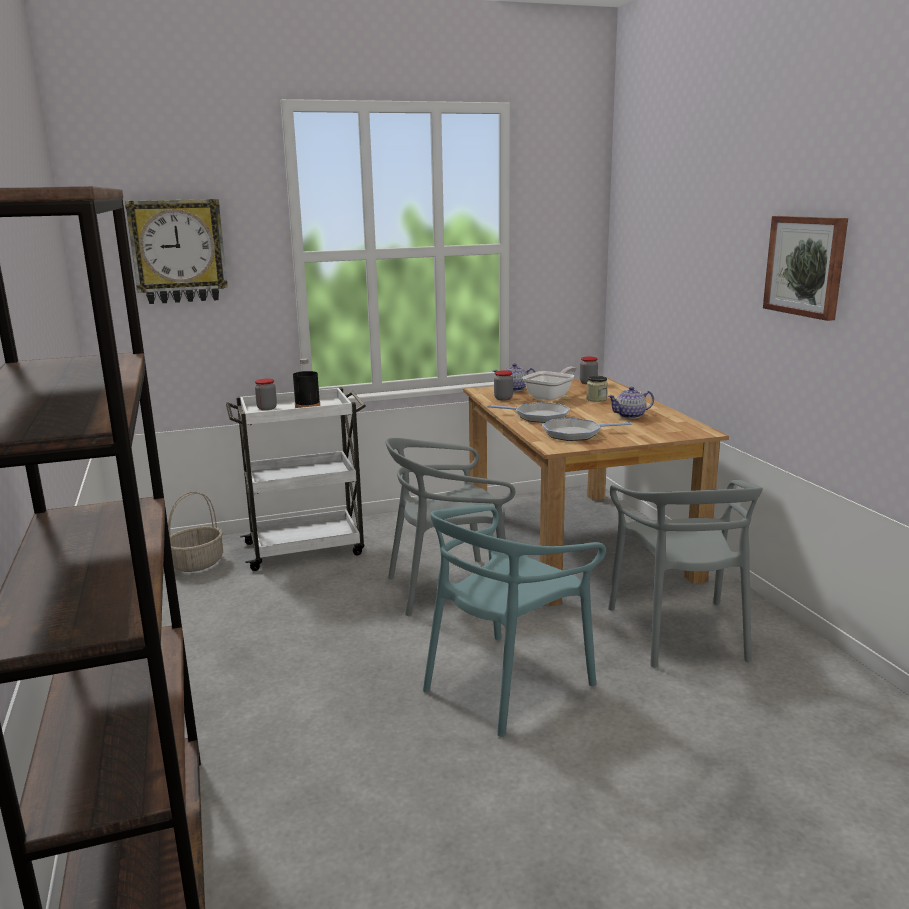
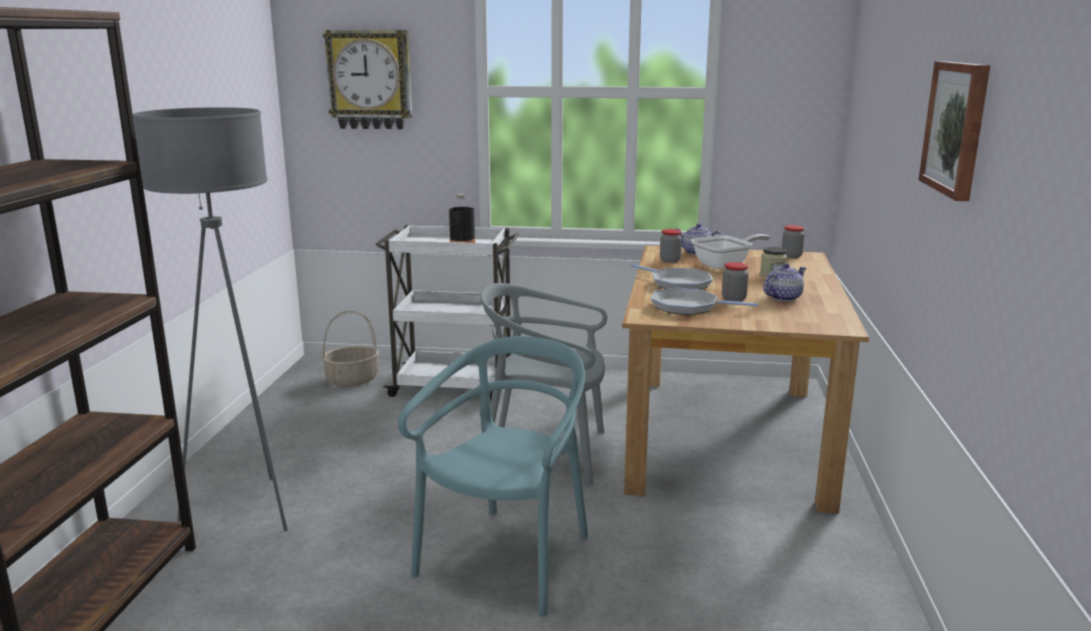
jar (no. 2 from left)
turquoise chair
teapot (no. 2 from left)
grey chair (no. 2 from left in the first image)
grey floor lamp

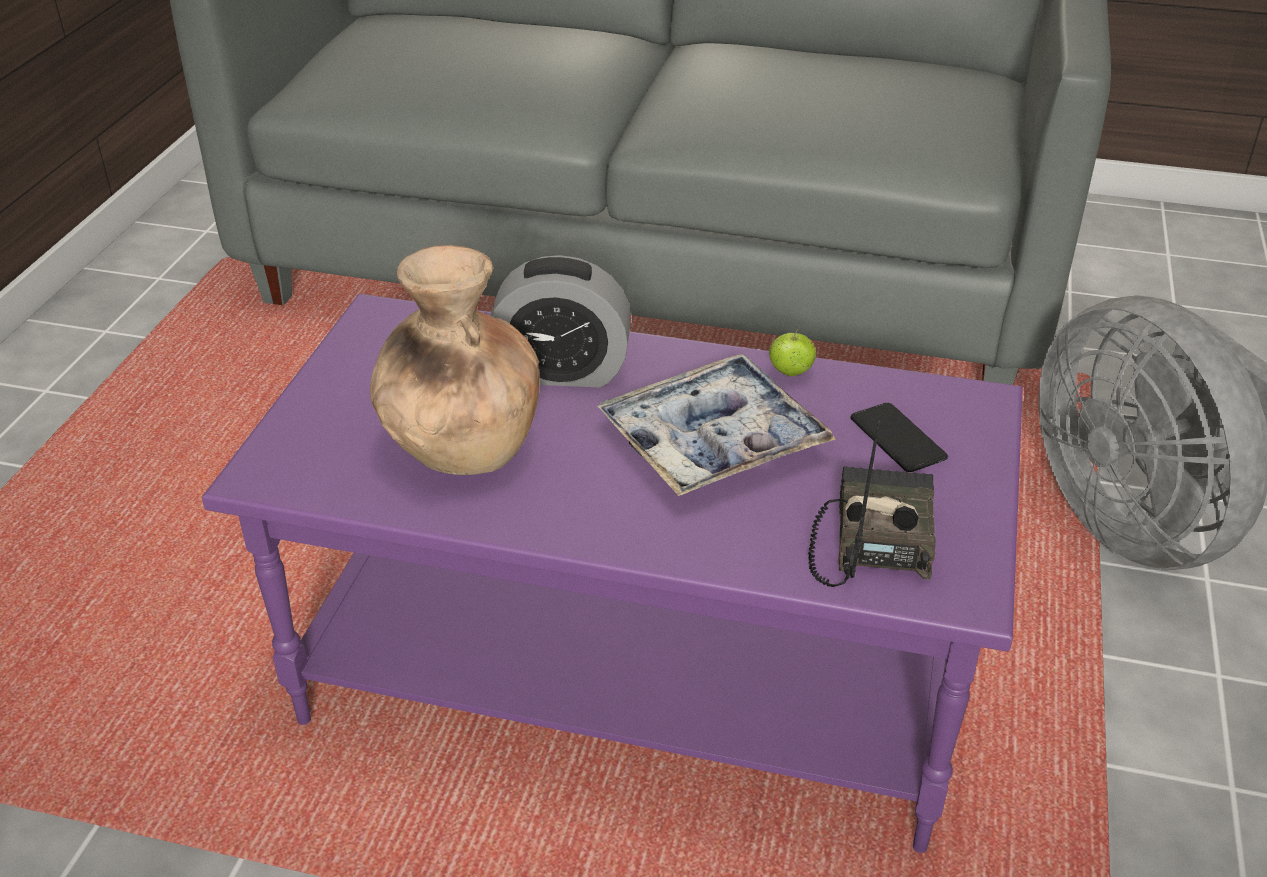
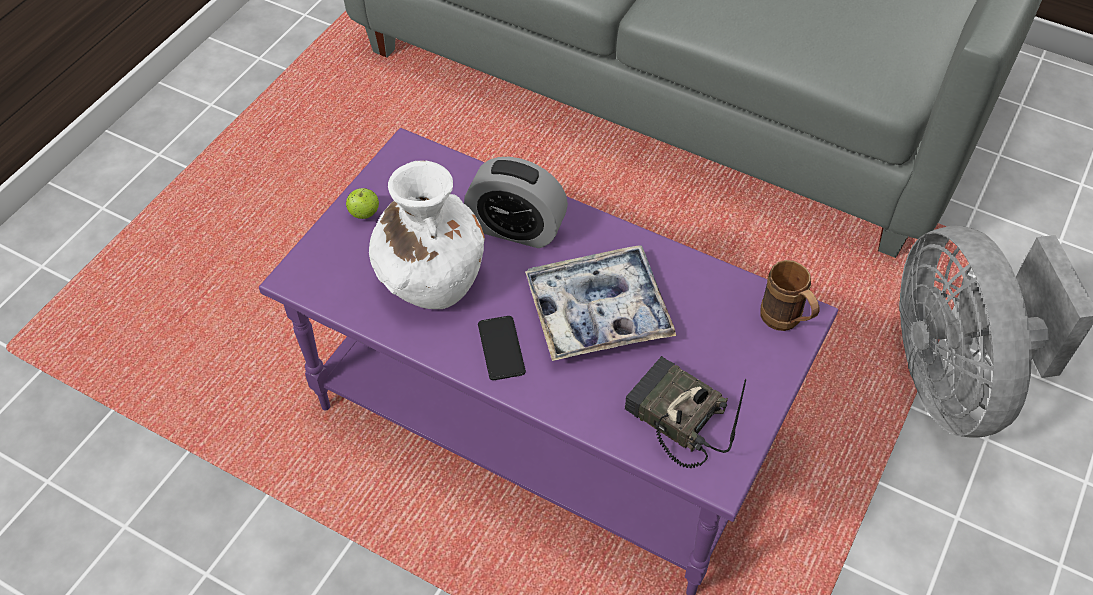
white vase
apple
radio
phone
brown mug

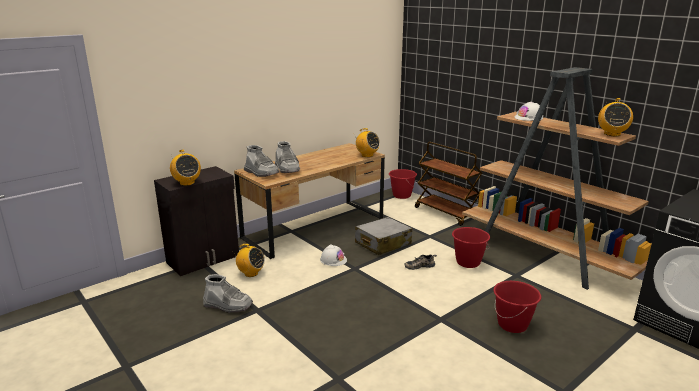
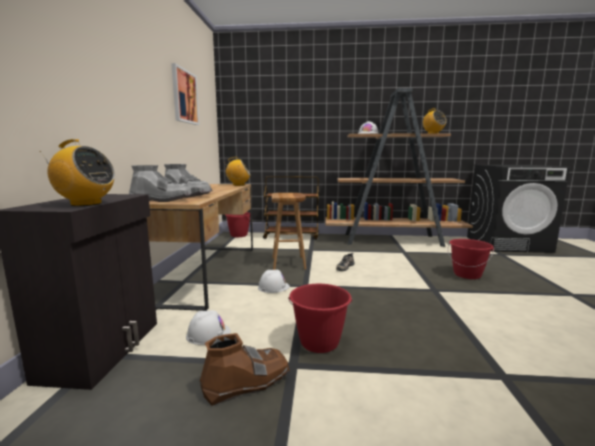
brown boot
white hard hat (no. 1 from left)
brown stool
red bucket (no. 2 from left)
picture

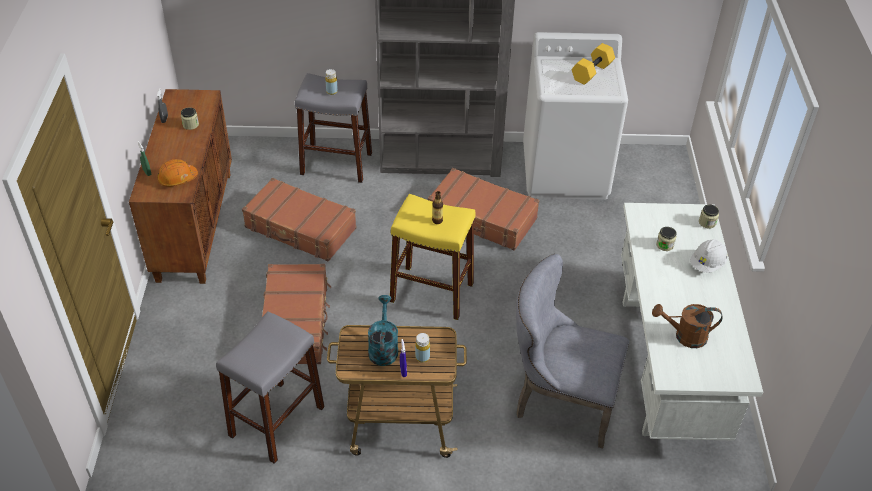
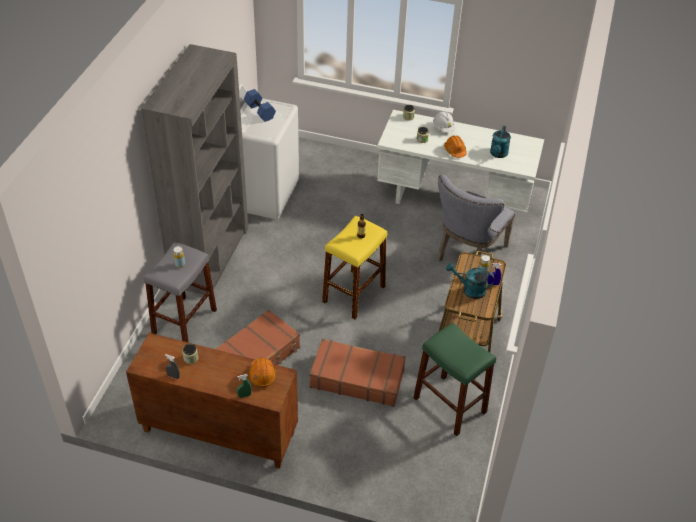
green stool
brown suitcase (no. 3 from left in the first image)
blue dumbbell
turquoise watering can (no. 2 from left)
orange hard hat (no. 2 from left)

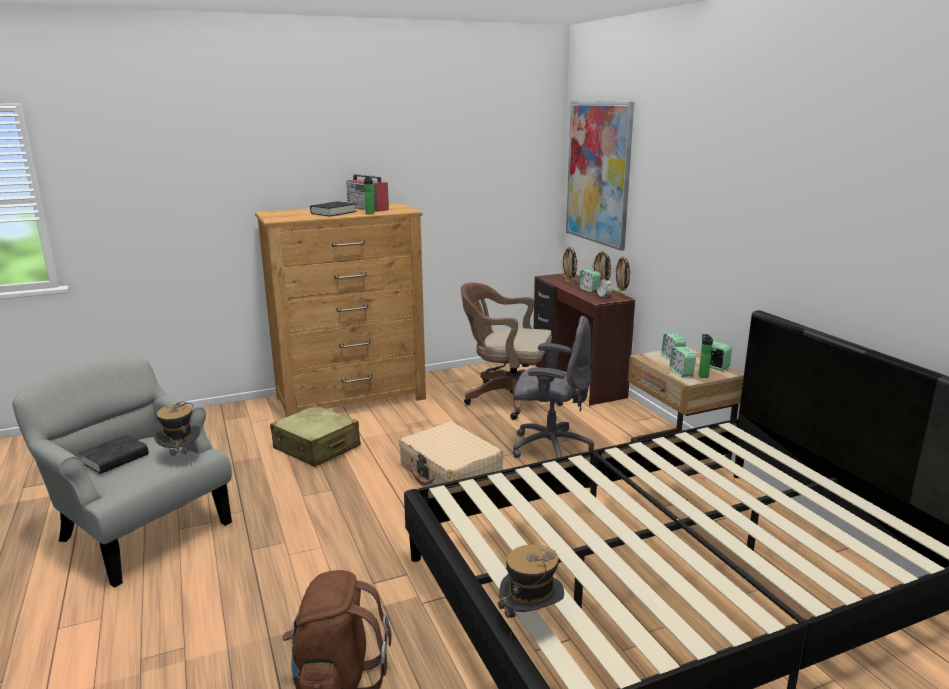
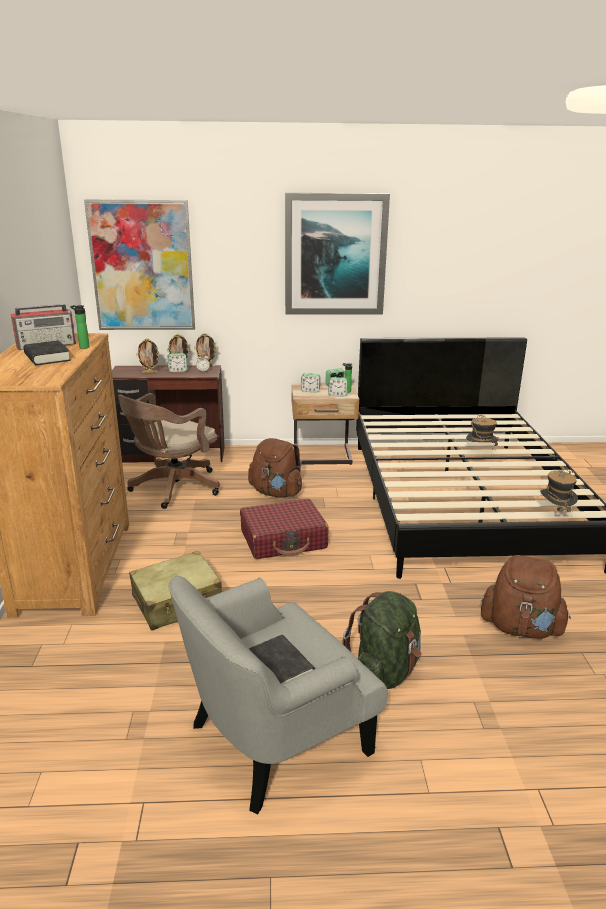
hat (no. 1 from left)
red suitcase
brown backpack (no. 1 from left)
picture (no. 2 from left)
green backpack

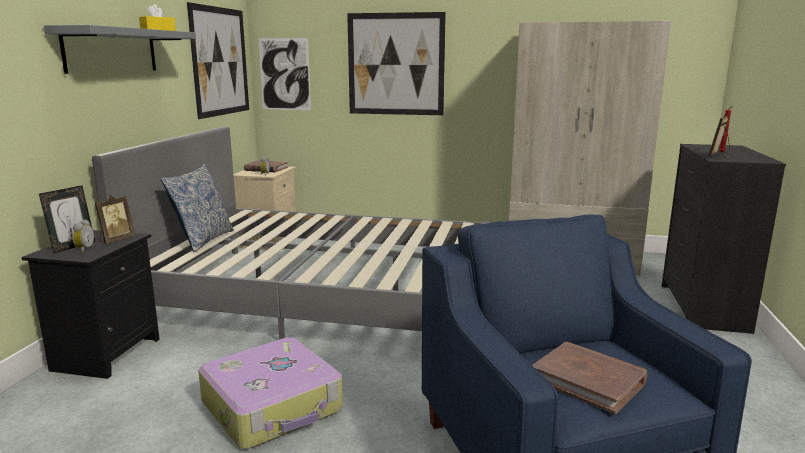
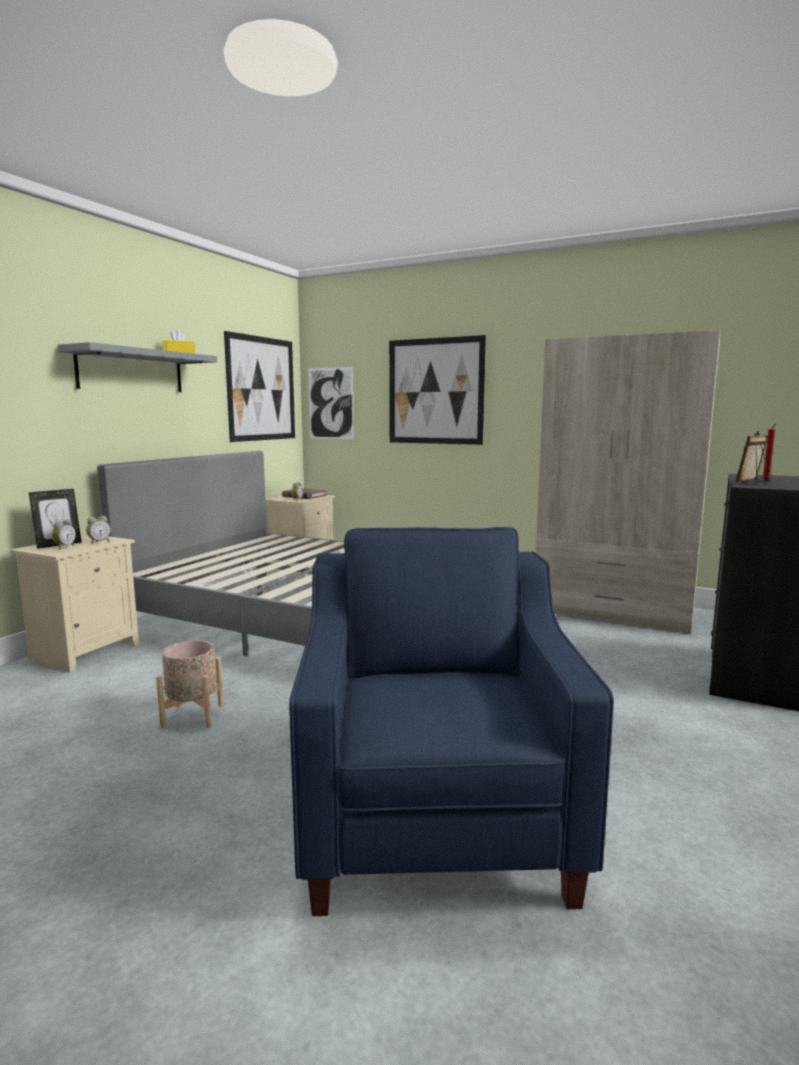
beige nightstand (no. 1 from left)
alarm clock (no. 2 from left)
pillow
beige planter
brown book (no. 2 from left in the first image)

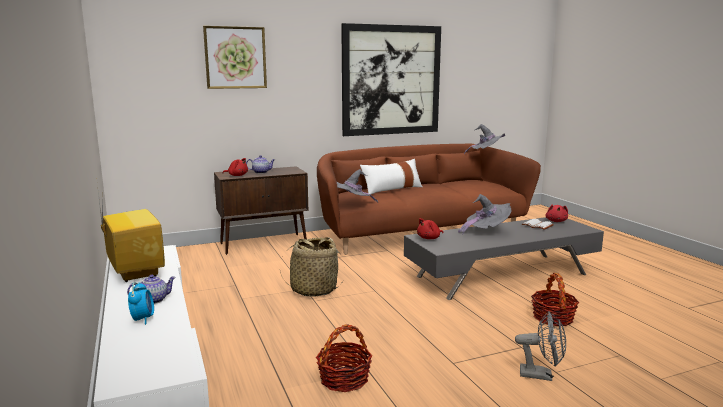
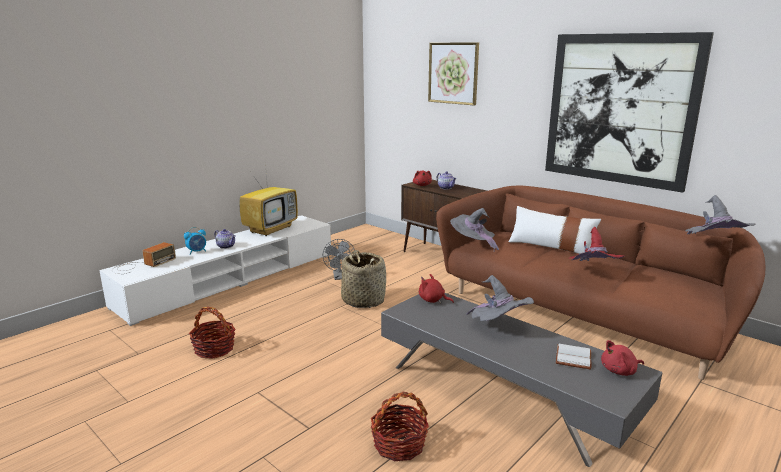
grey fan
radio
red hat

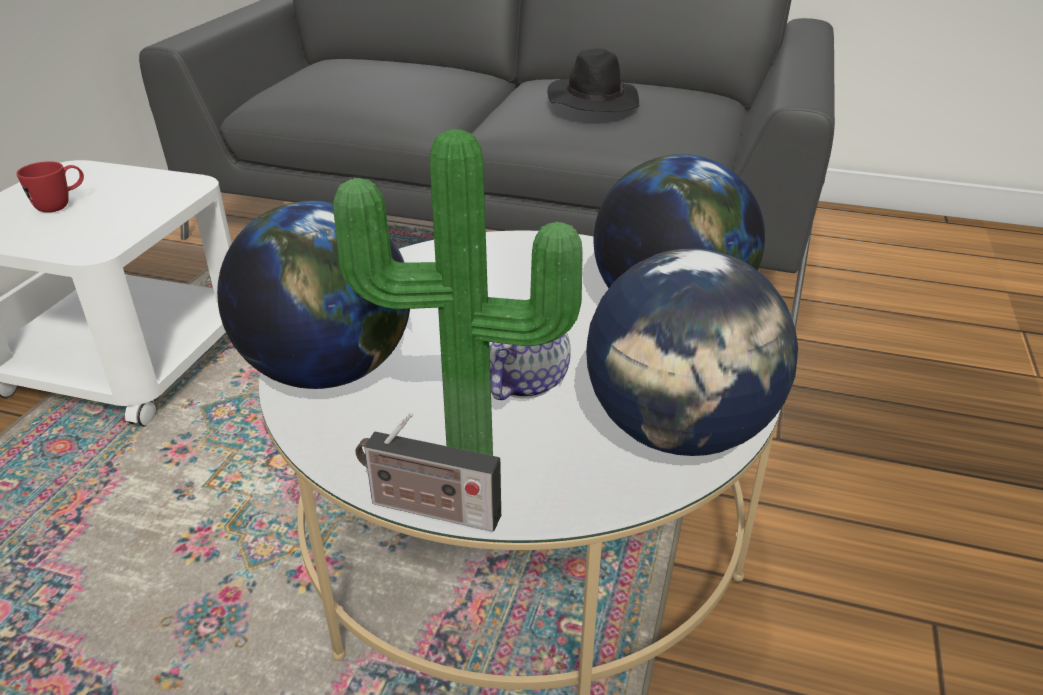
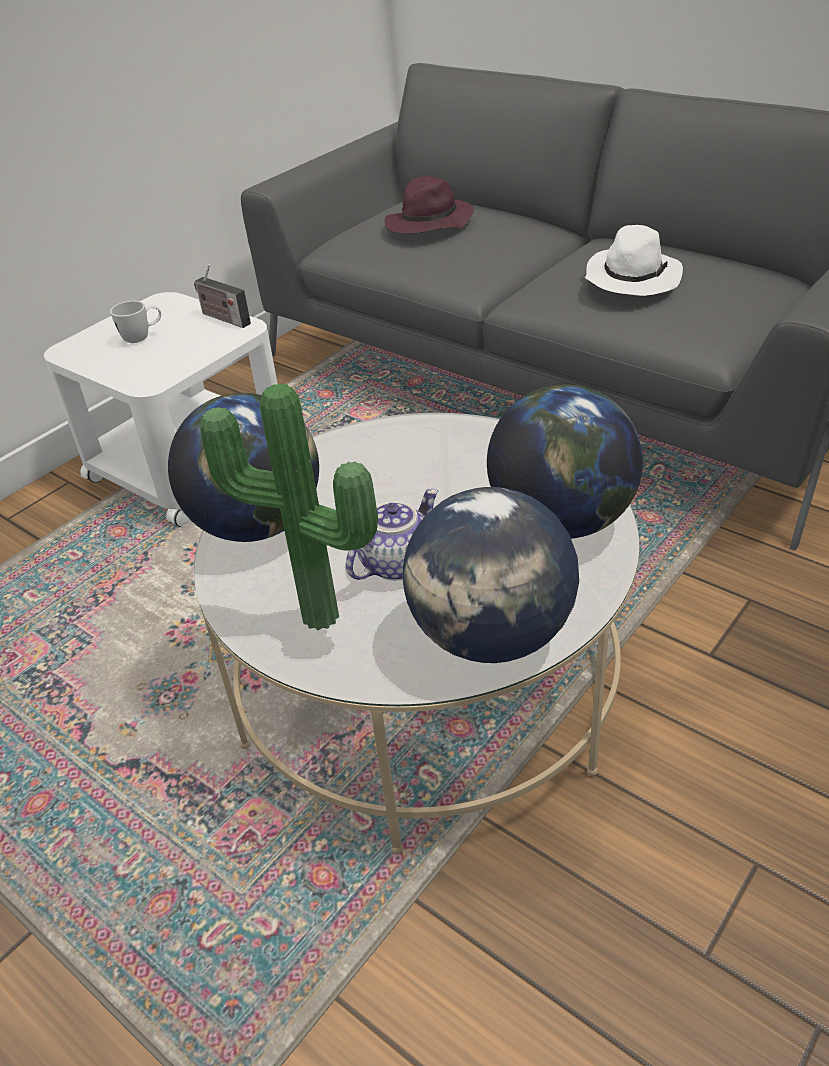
white mug
radio
white hat
purple hat

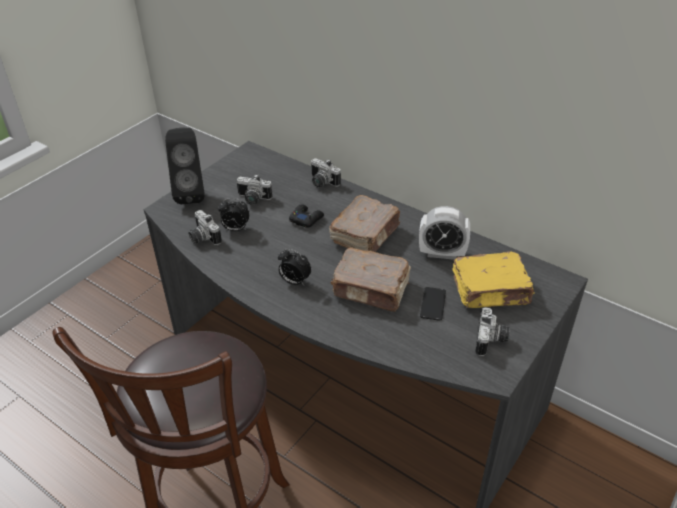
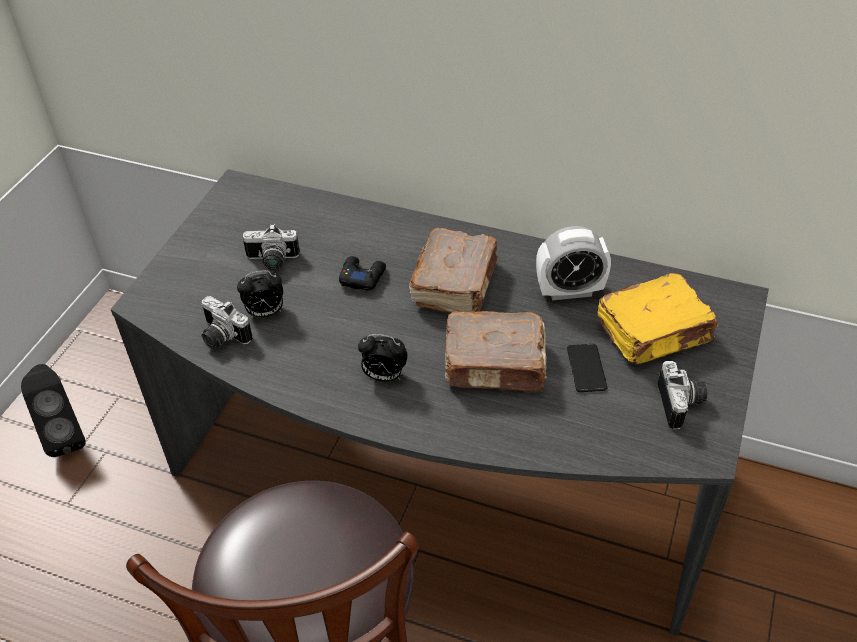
black speaker
photo camera (no. 3 from left in the first image)

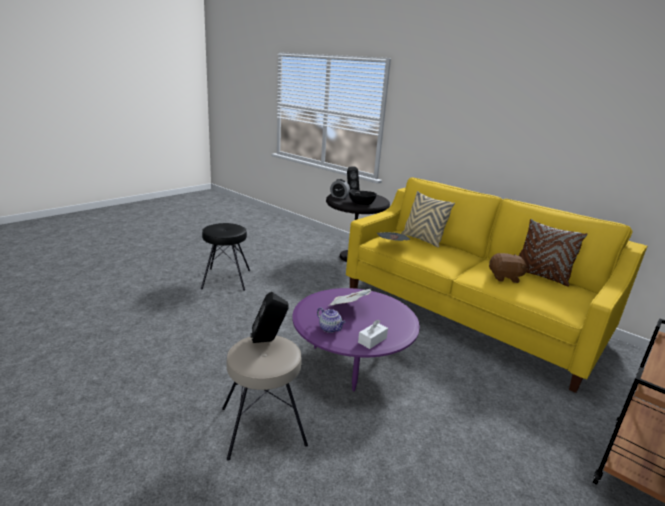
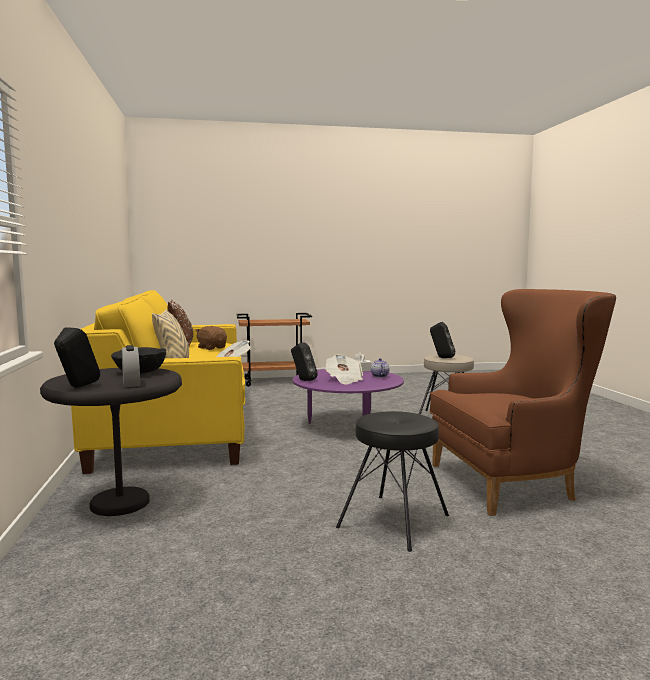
black speaker (no. 2 from left)
brown armchair

